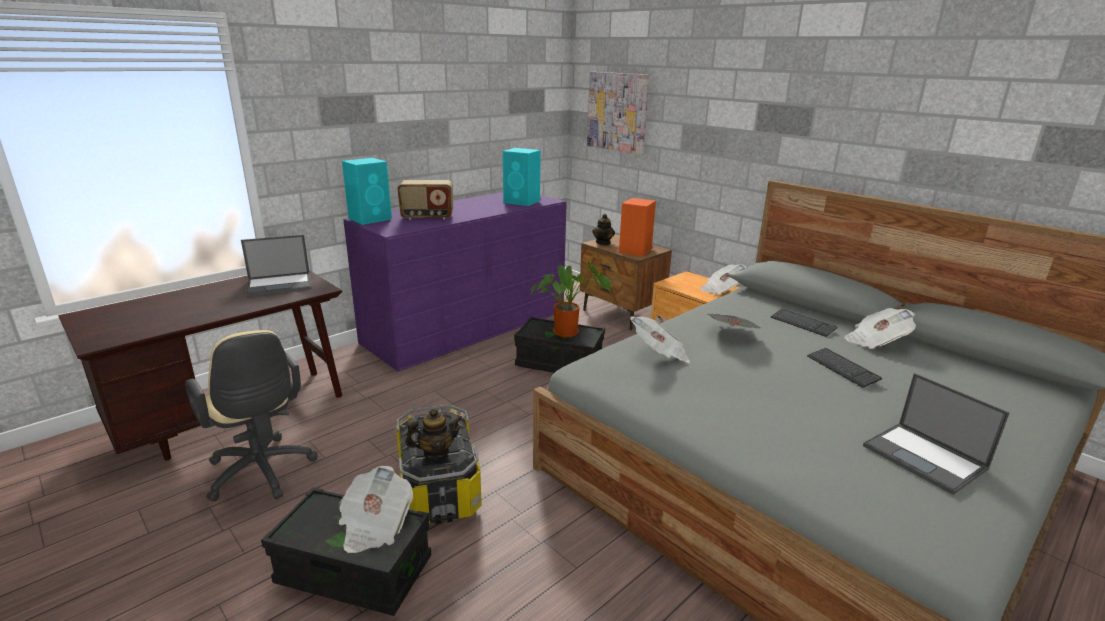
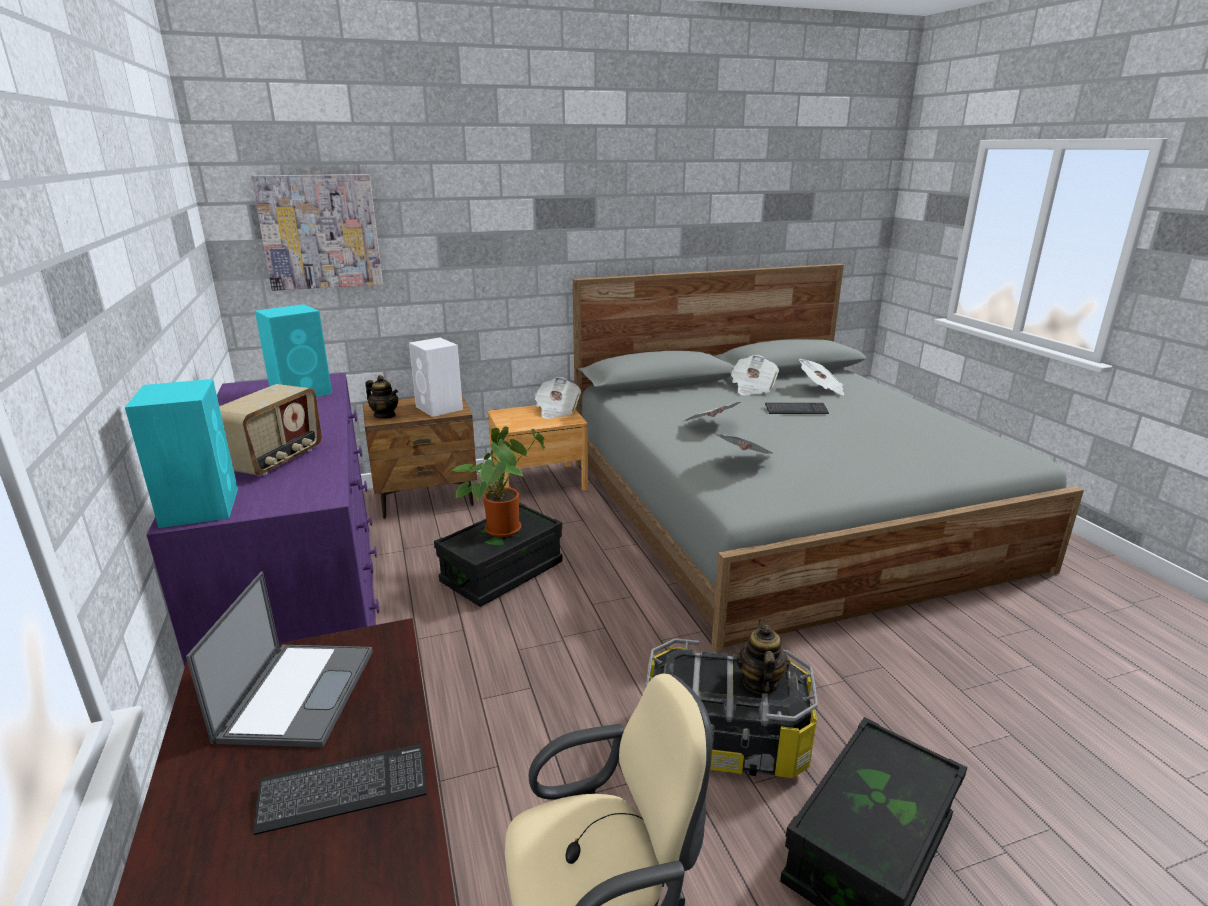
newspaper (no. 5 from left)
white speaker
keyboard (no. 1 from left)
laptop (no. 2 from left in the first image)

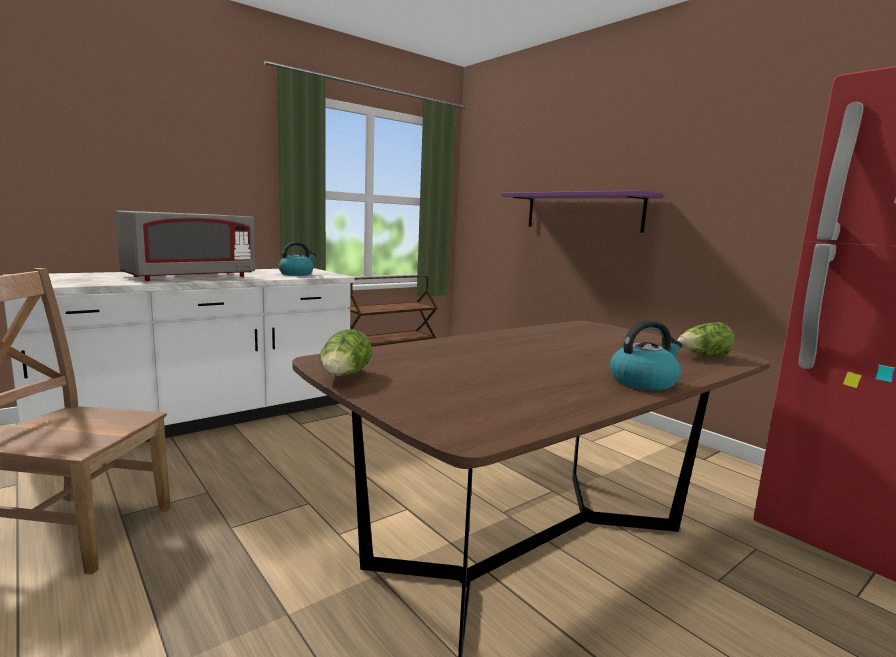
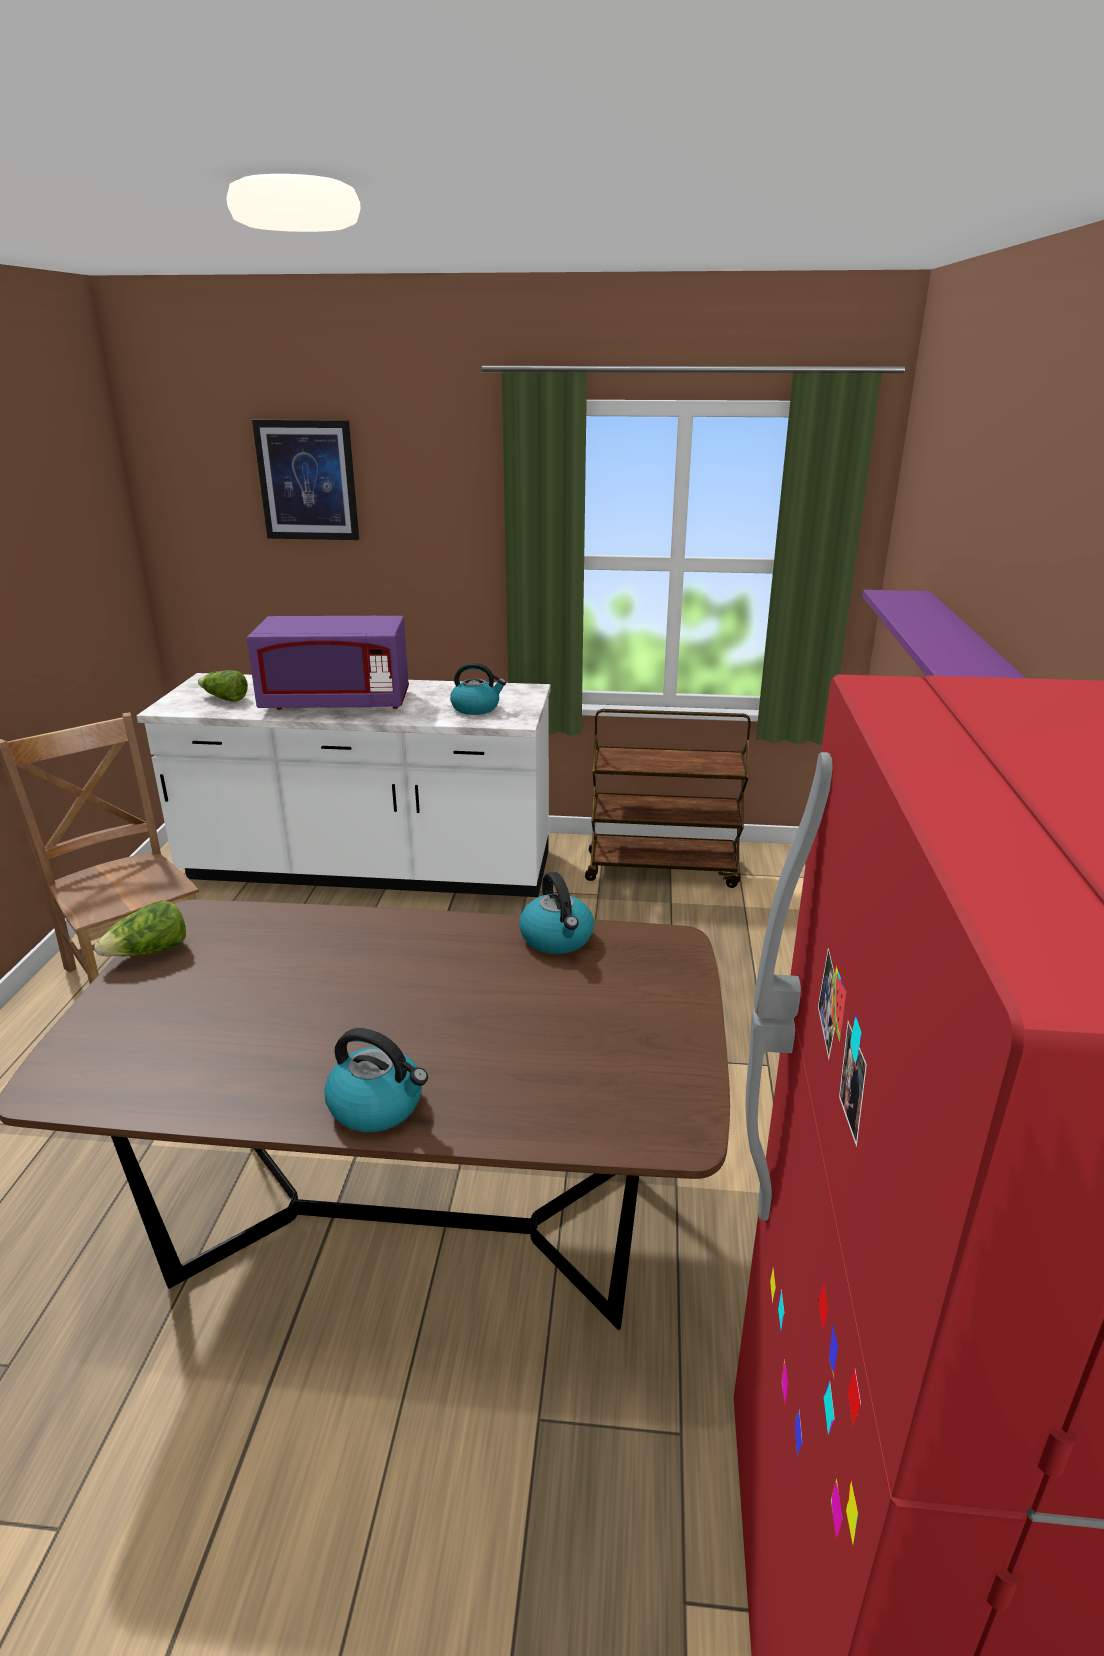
purple microwave
lettuce (no. 2 from left)
picture
kettle (no. 3 from left)

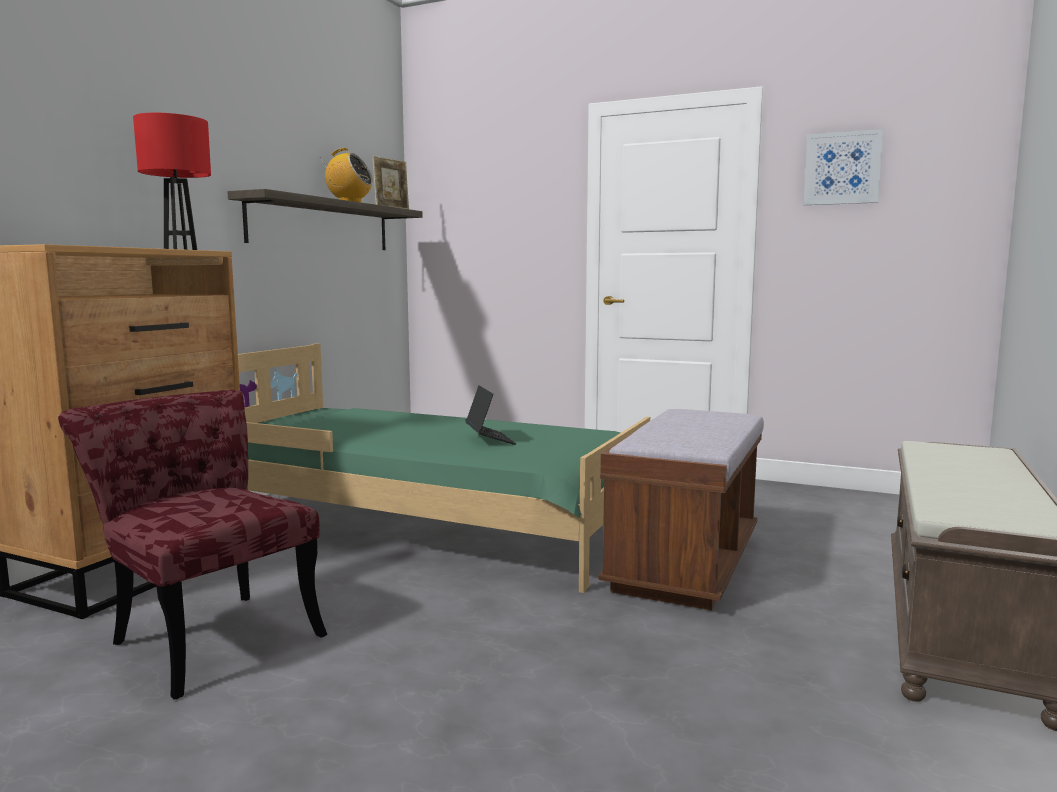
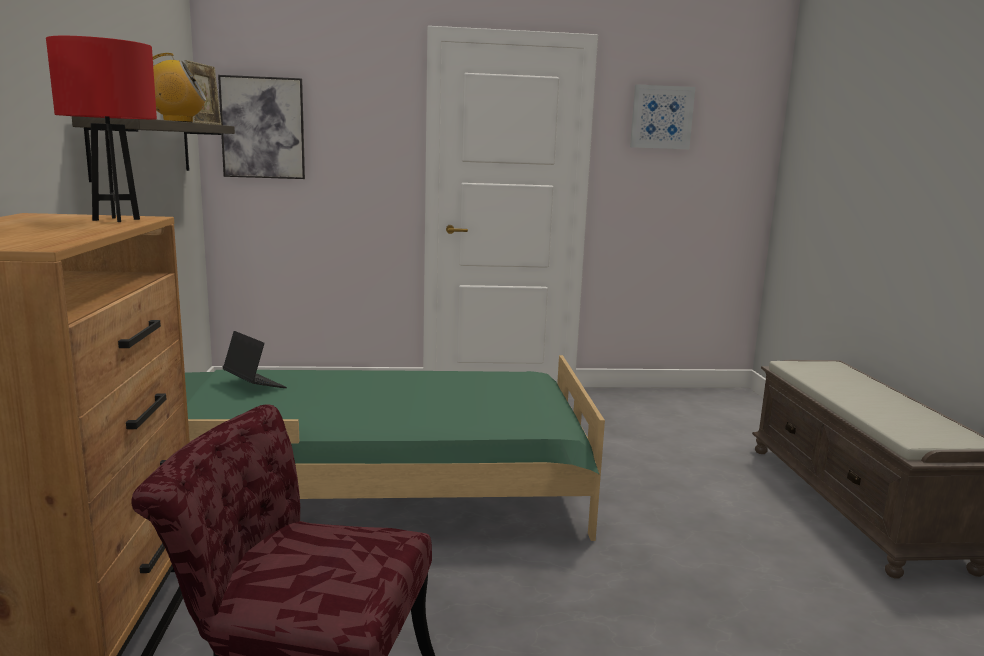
laptop
brown bench (no. 1 from left in the first image)
picture (no. 1 from left)

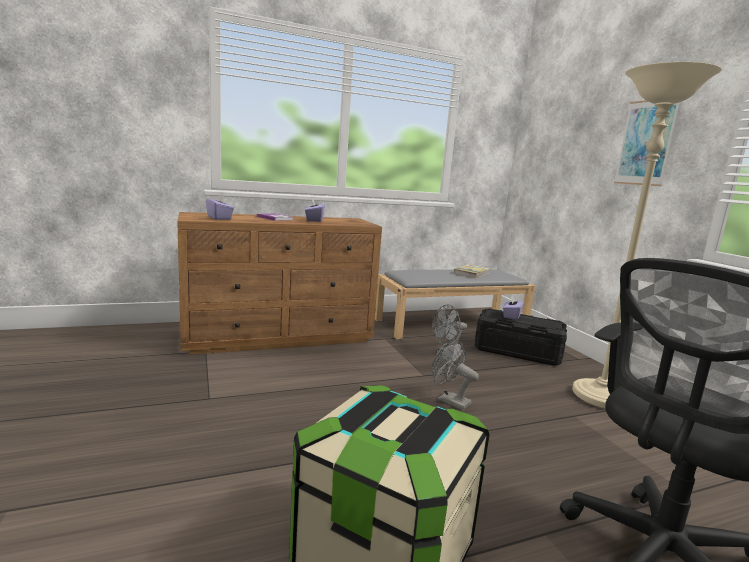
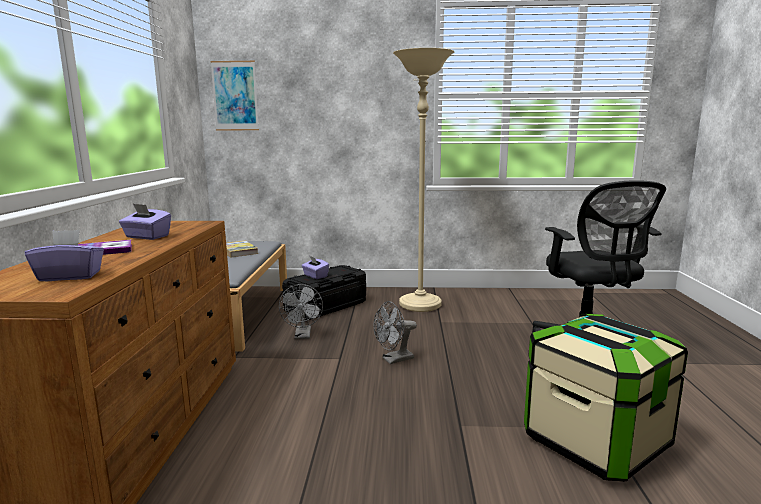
picture

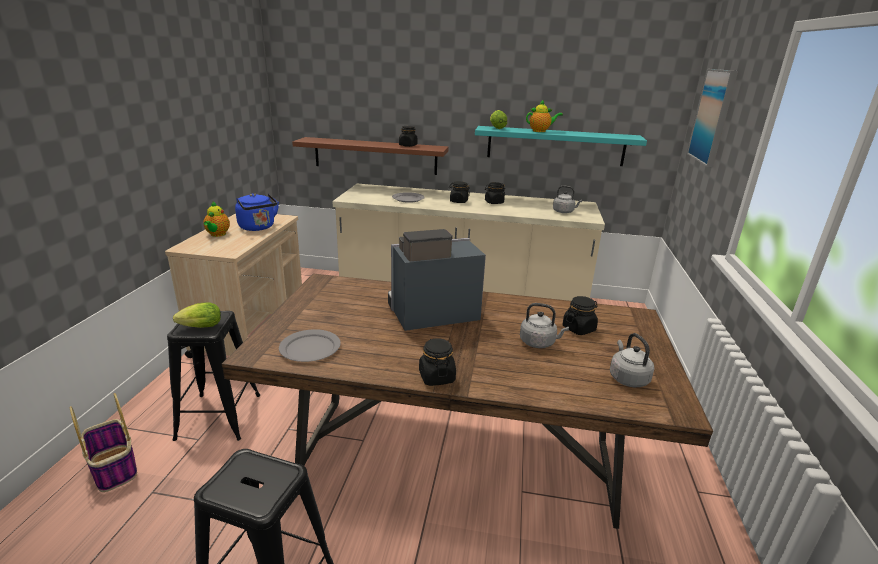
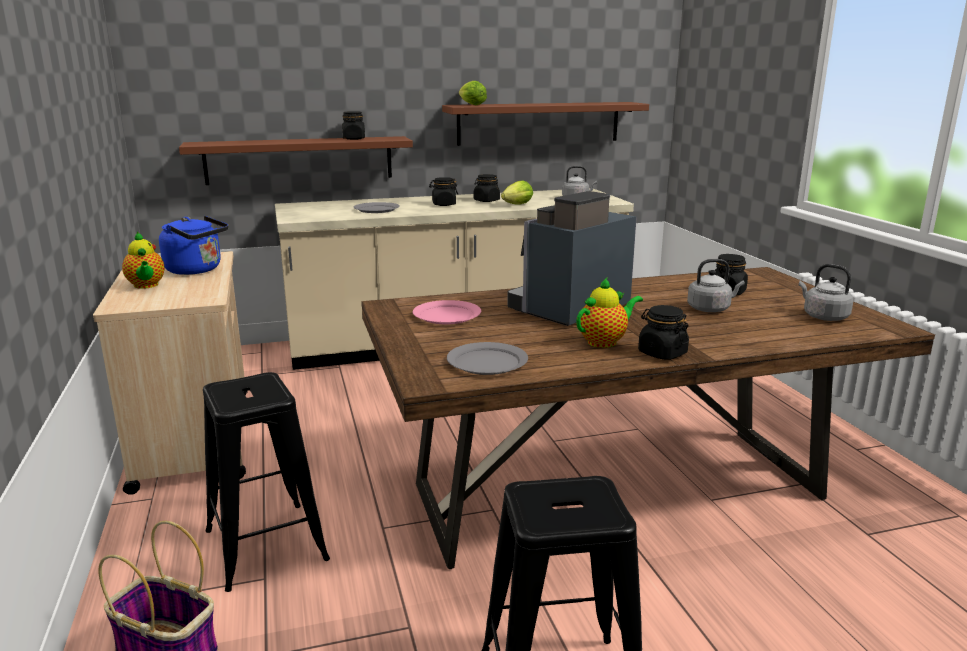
lettuce (no. 2 from left)
brown shelf (no. 2 from left)
teapot (no. 2 from left)
picture
pink plate

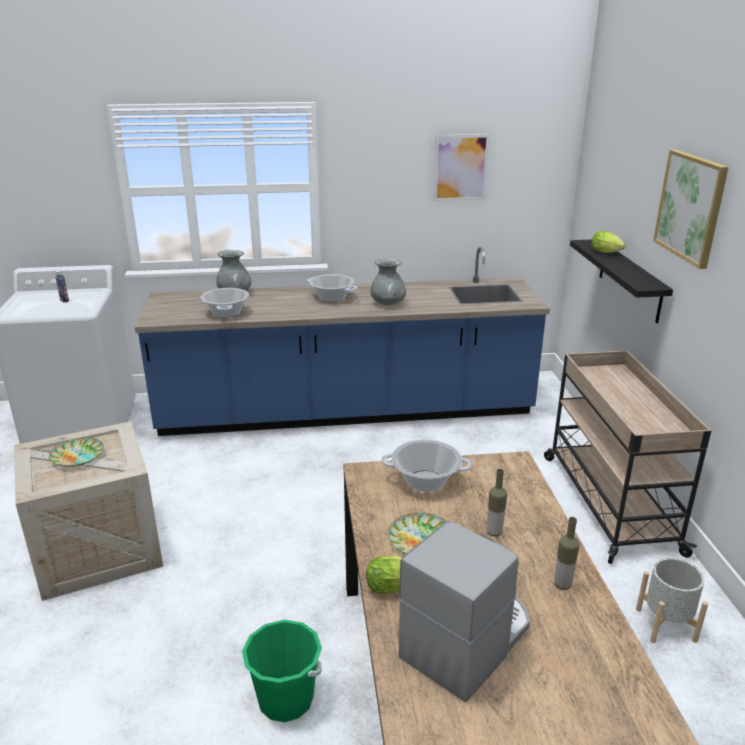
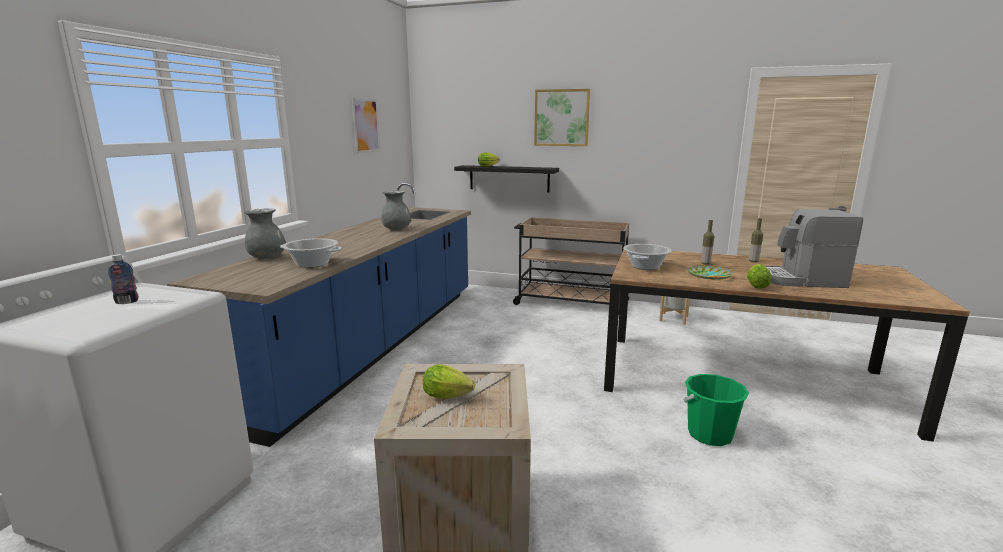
lettuce (no. 1 from left)
cooking pot (no. 2 from left in the first image)
coffee machine

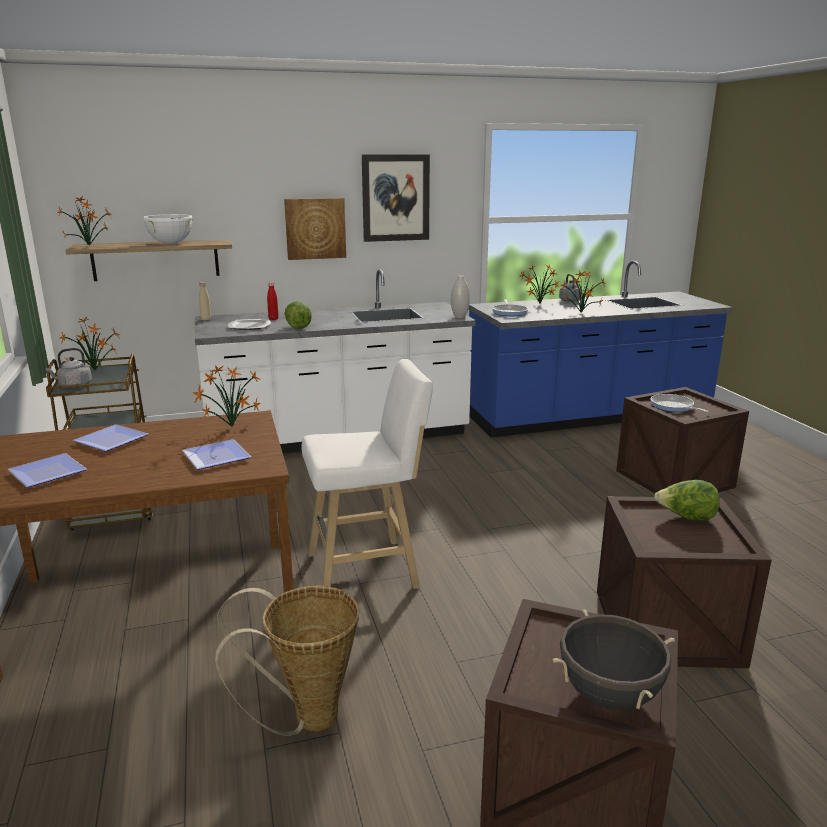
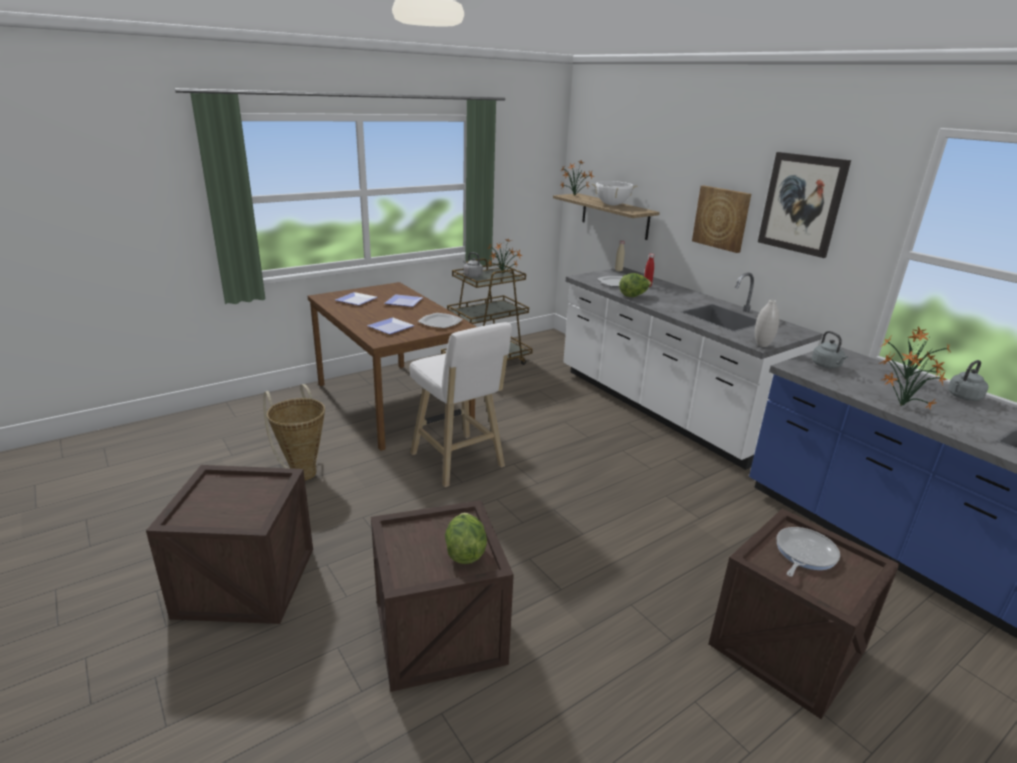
plate (no. 4 from left)
grey kettle (no. 2 from left)
black cooking pot

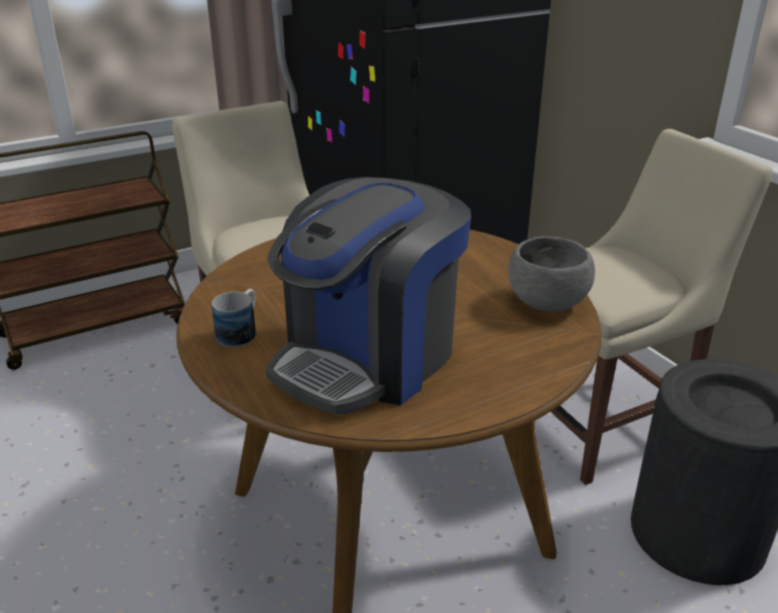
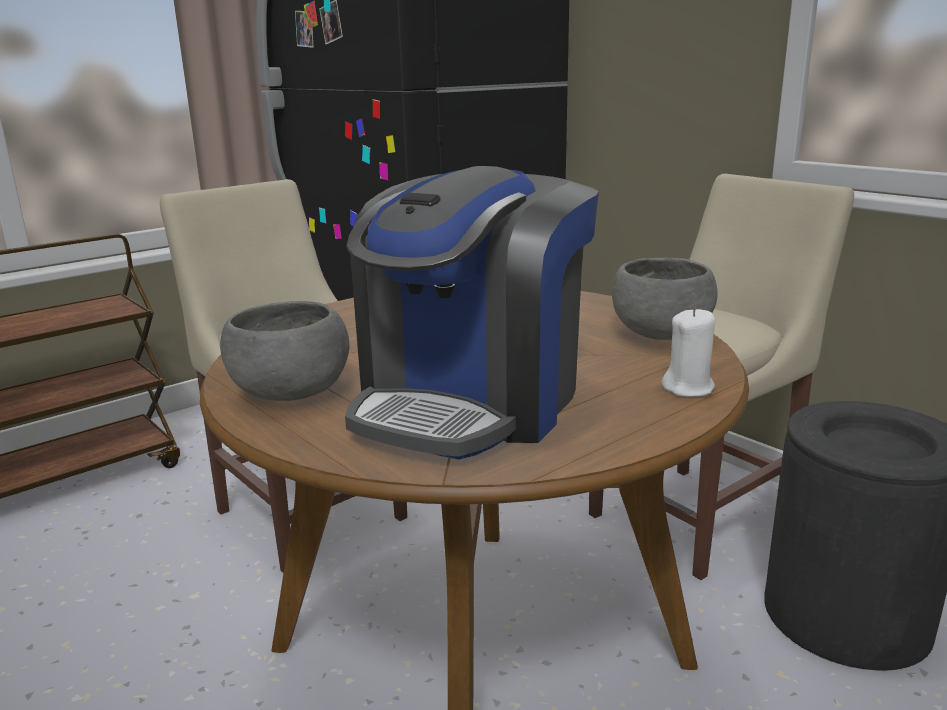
grey bowl (no. 1 from left)
white candle

